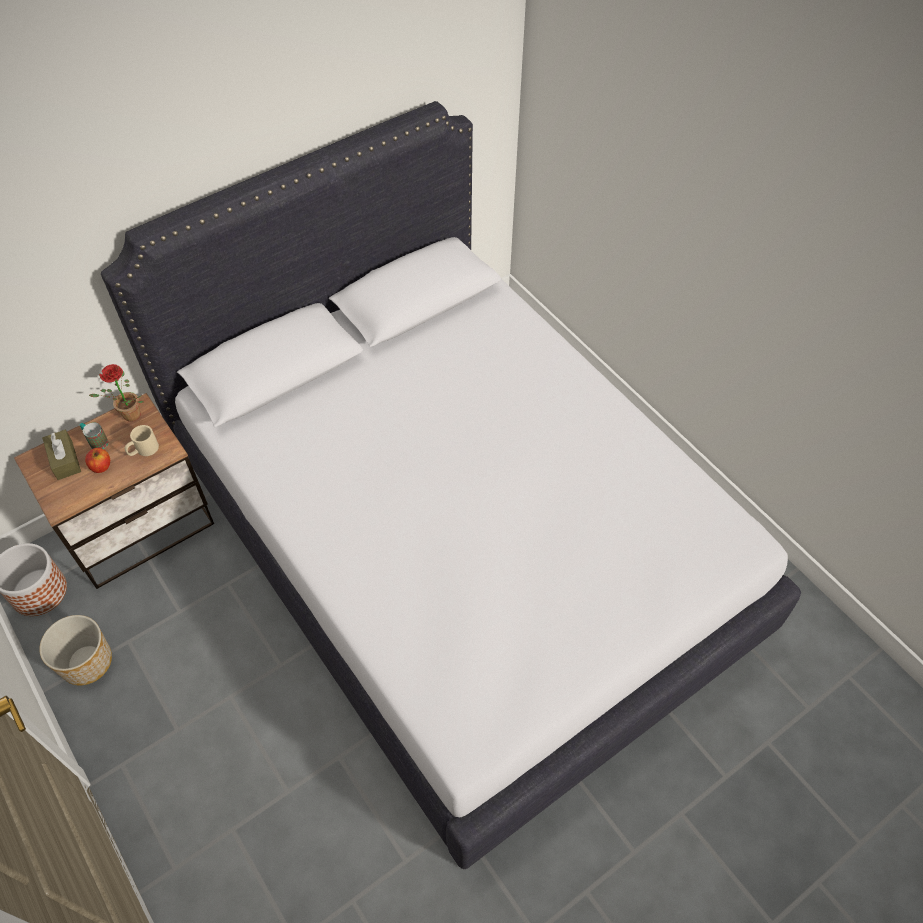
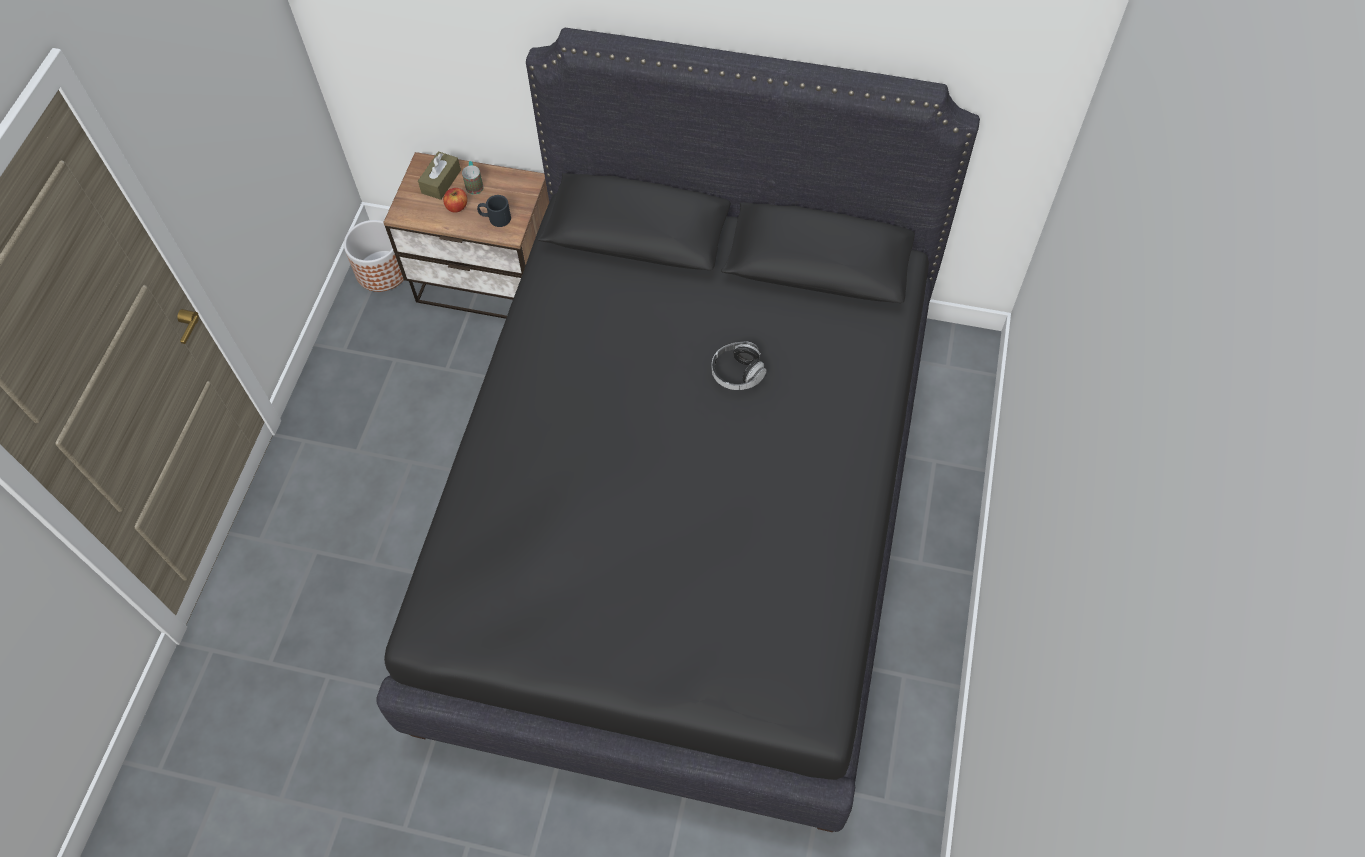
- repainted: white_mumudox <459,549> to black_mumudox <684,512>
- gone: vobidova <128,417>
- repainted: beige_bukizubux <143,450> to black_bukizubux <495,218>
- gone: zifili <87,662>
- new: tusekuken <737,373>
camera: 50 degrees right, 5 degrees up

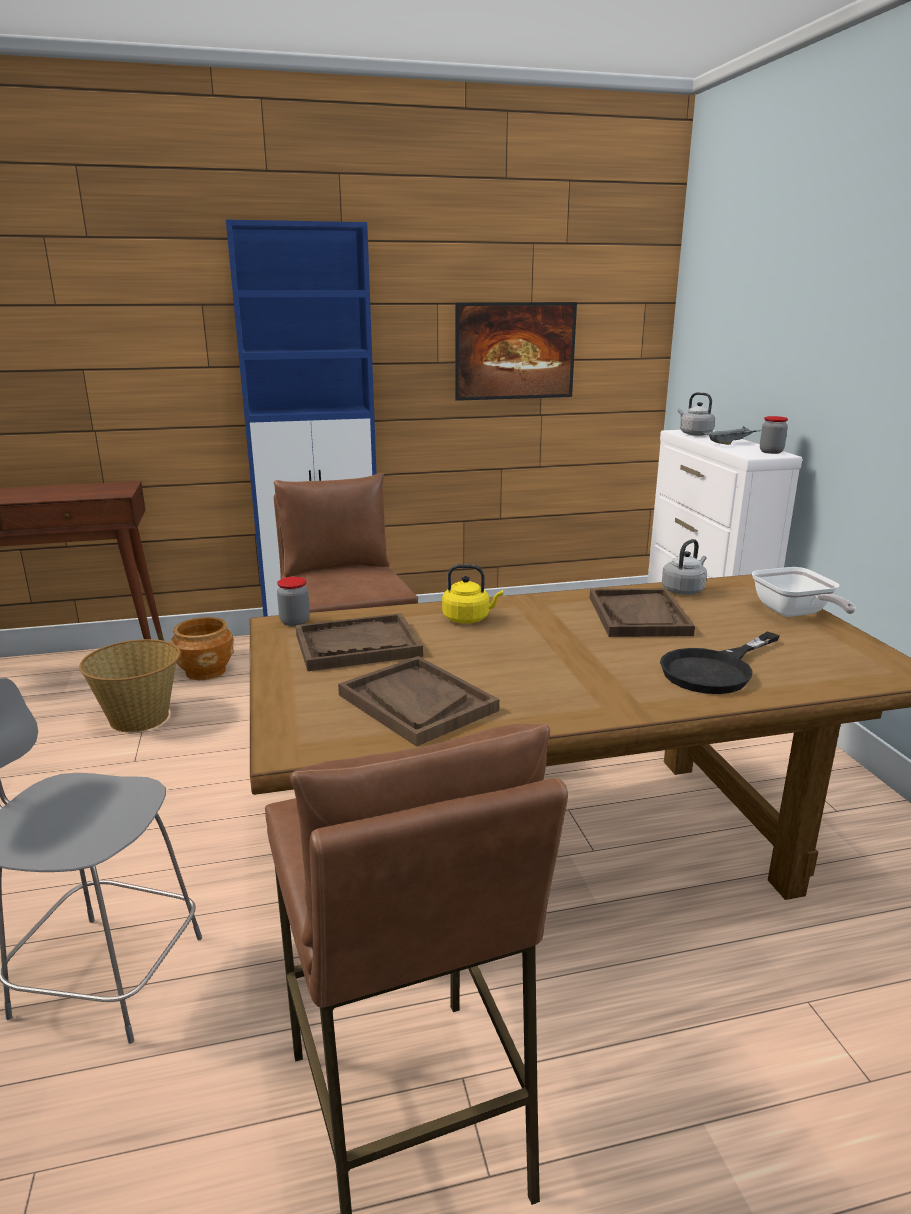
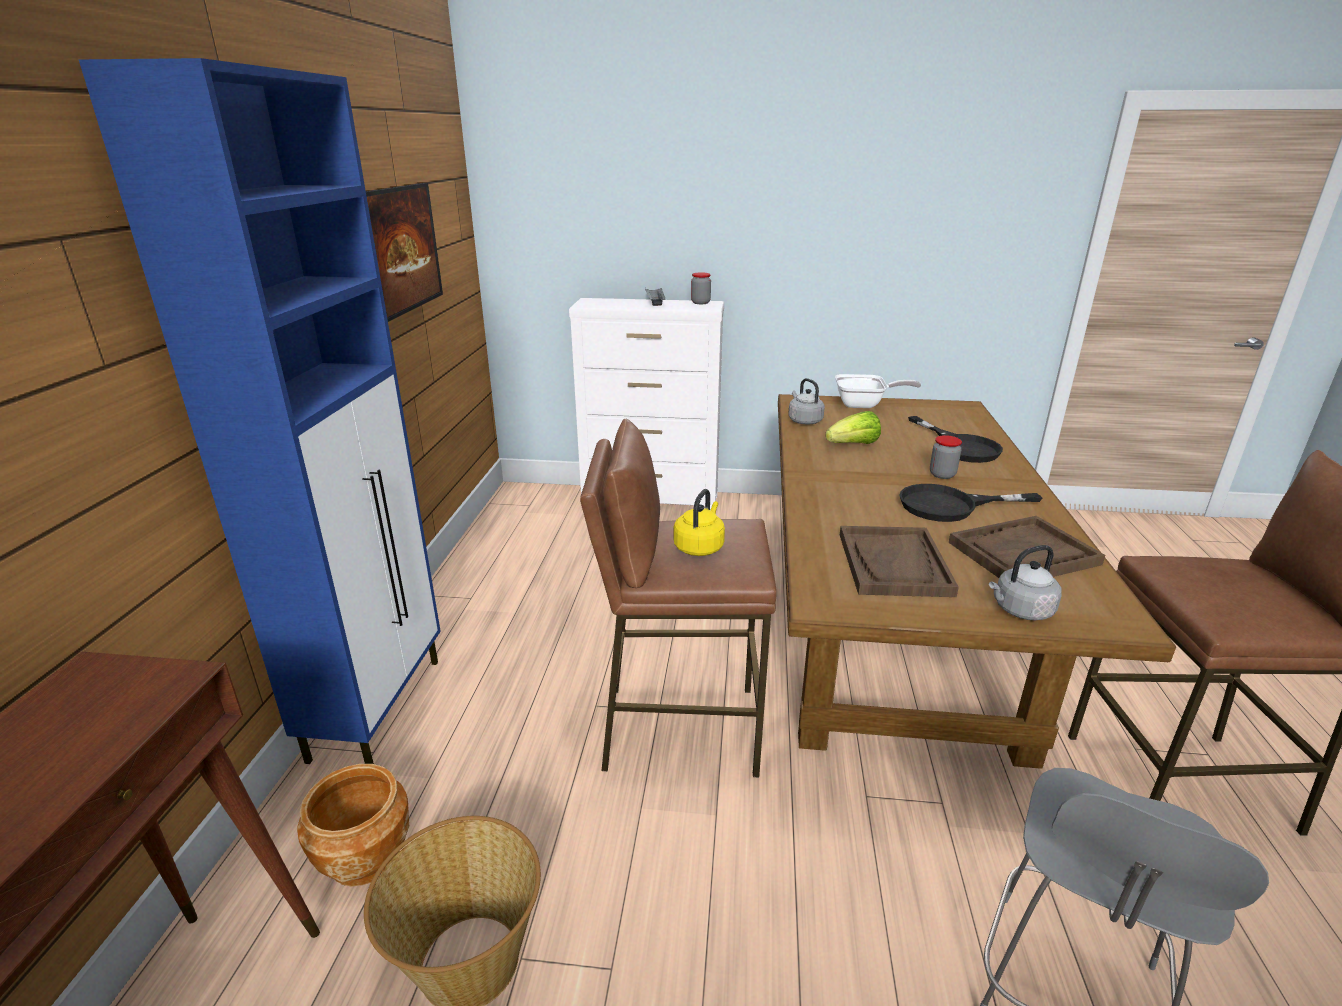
- shifted: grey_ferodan <694,434> to <1020,610>
- shifted: yellow_ferodan <468,619> to <700,547>
- shifted: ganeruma <295,622> to <942,475>
- swapped: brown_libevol <639,616> to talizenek <854,445>
- new: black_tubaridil <950,505>
camera: 70 degrees left, 5 degrees up

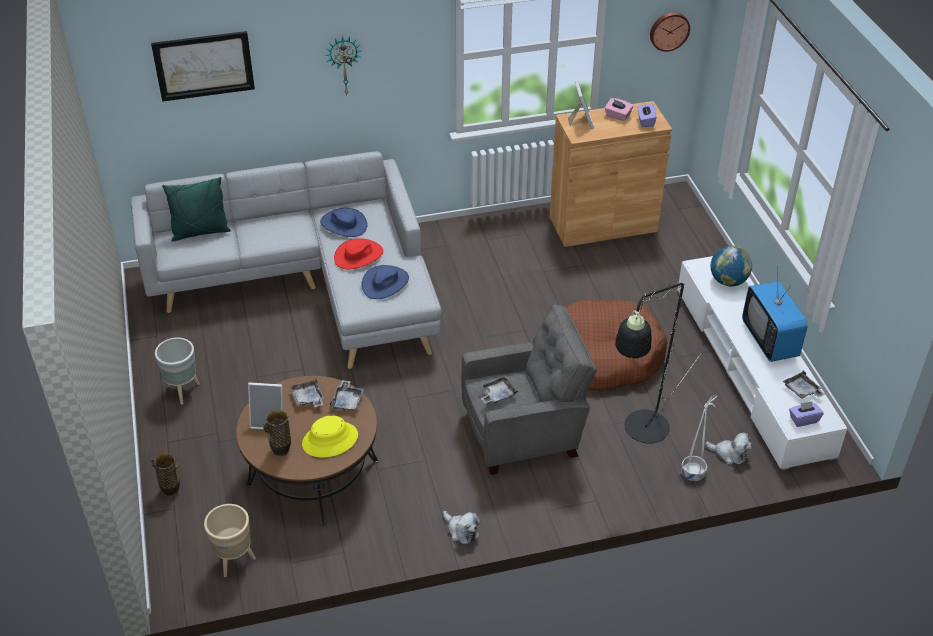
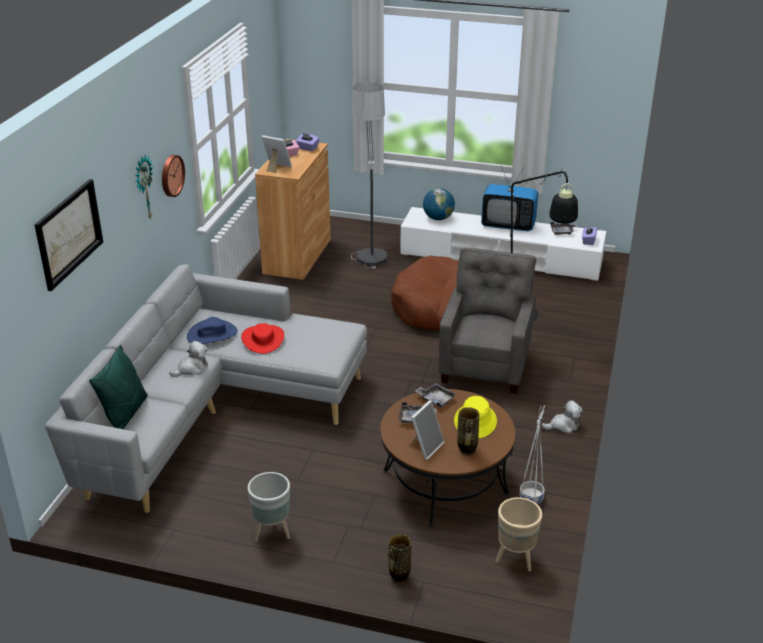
- shifted: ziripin <669,30> to <171,175>
- gone: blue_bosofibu <385,283>
- gone: grey_libevol <497,394>
- shifted: white_zifili <693,473> to <531,498>
- shifted: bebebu <730,454> to <192,369>
- new: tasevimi <369,247>
camera: 60 degrees left, 10 degrees down

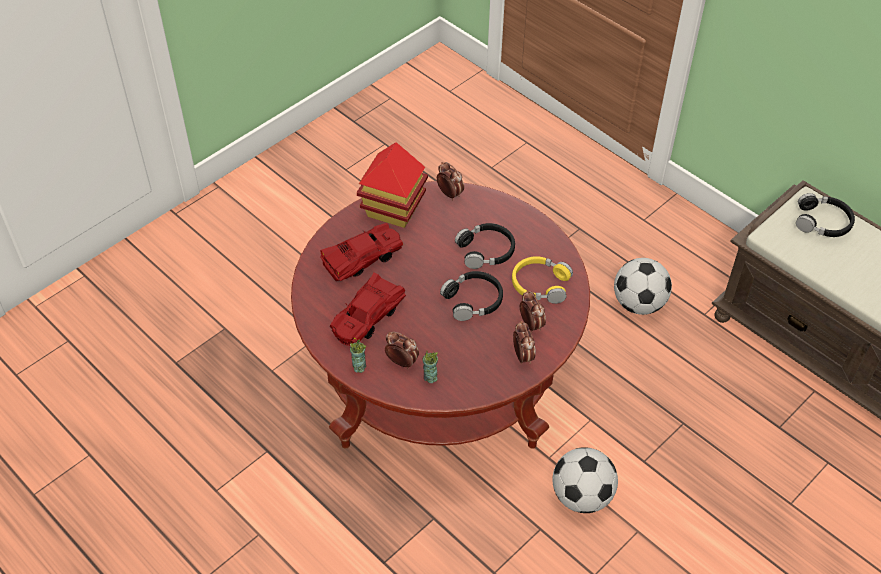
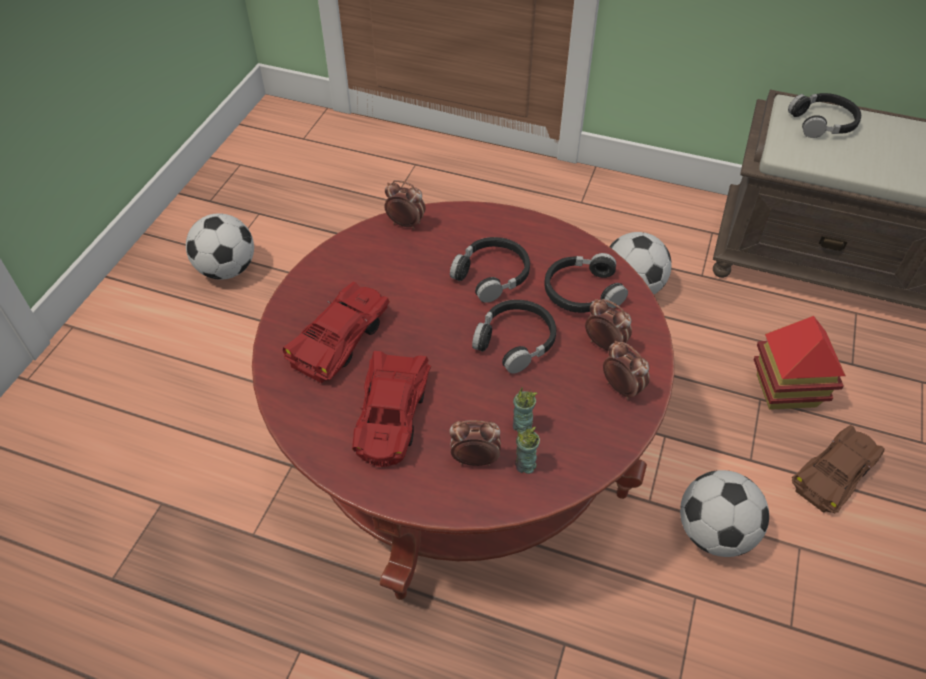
- shifted: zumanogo <393,210> to <785,391>
- repainted: yellow_tusekuken <540,285> to black_tusekuken <582,292>
- shifted: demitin <359,367> to <522,426>
- new: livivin <227,269>
- new: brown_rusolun <835,474>
camera: 25 degrees left, 0 degrees up

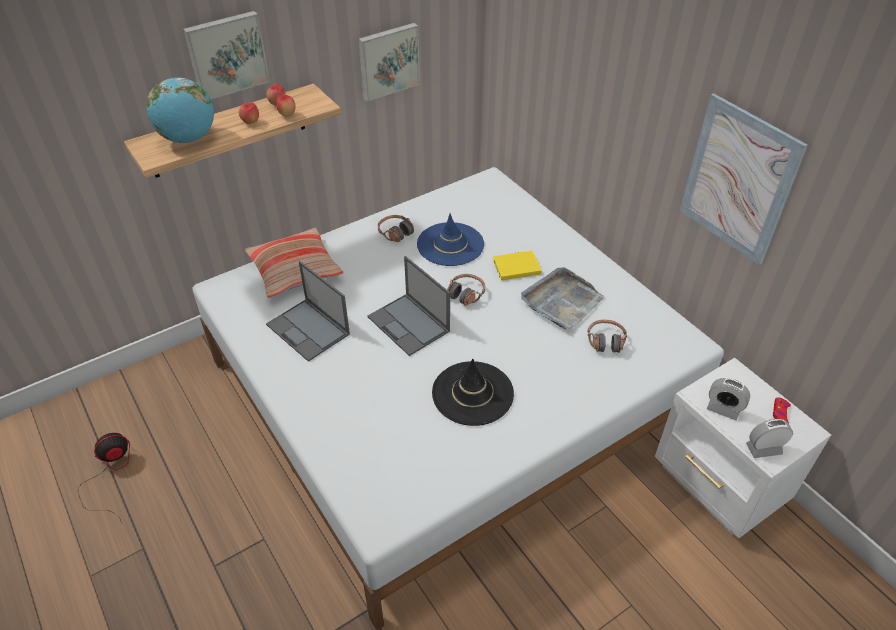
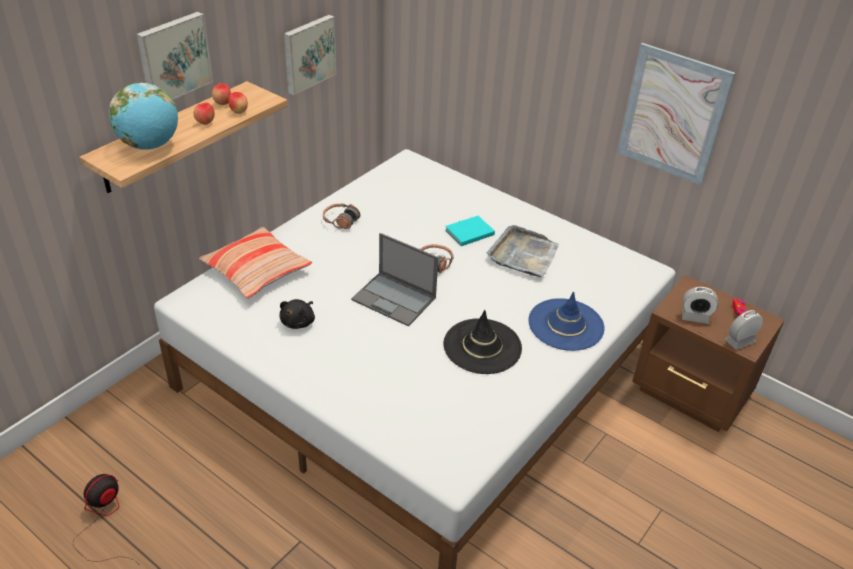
- shifted: blue_bosofibu <450,244> to <566,325>
- repainted: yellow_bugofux <515,267> to turquoise_bugofux <468,232>
- swapped: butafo <309,330> to black_bebebu <299,322>
- gone: tusekuken <606,341>
- repainted: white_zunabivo <719,485> to brown_zunabivo <691,394>
camera: 20 degrees left, 5 degrees down

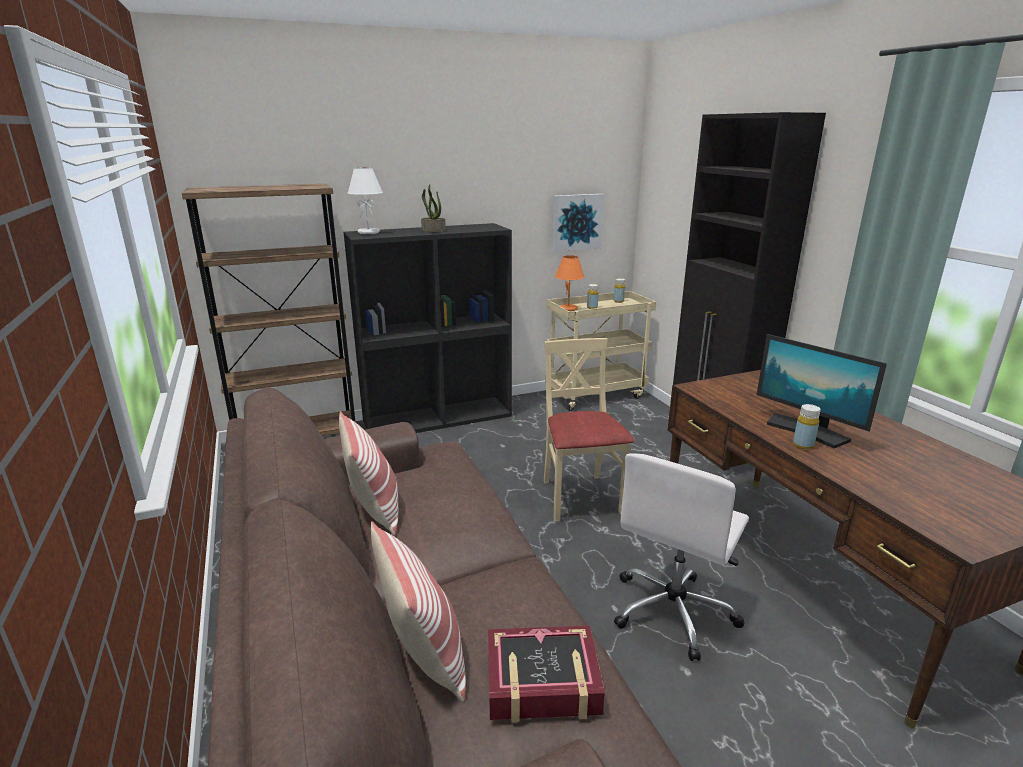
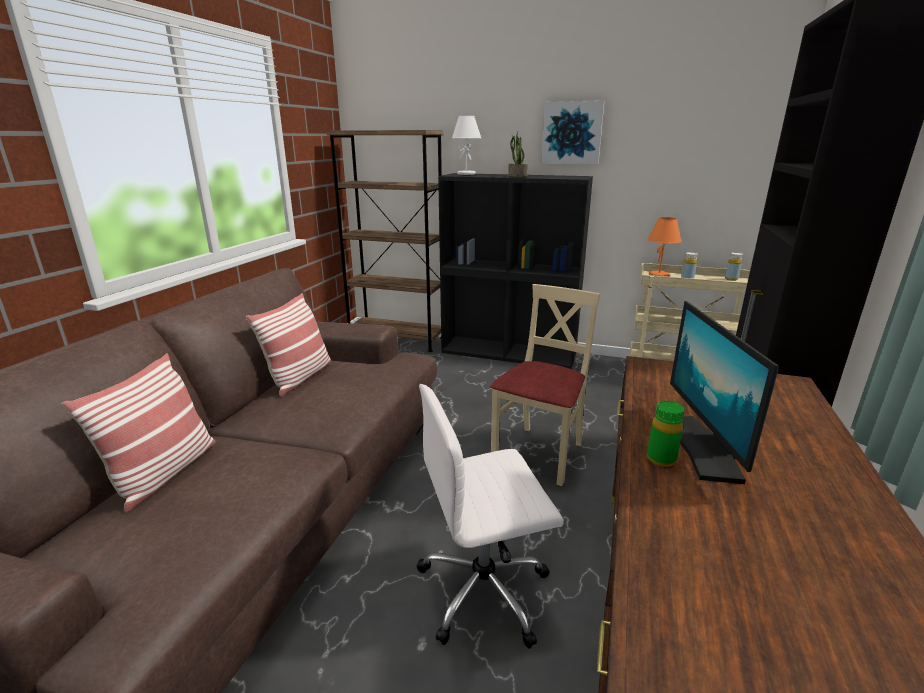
- shifted: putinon <576,222> to <572,133>
- repainted: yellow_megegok <803,445> to green_megegok <661,459>
- gone: bugofux <542,682>
camera: 40 degrees right, 0 degrees up

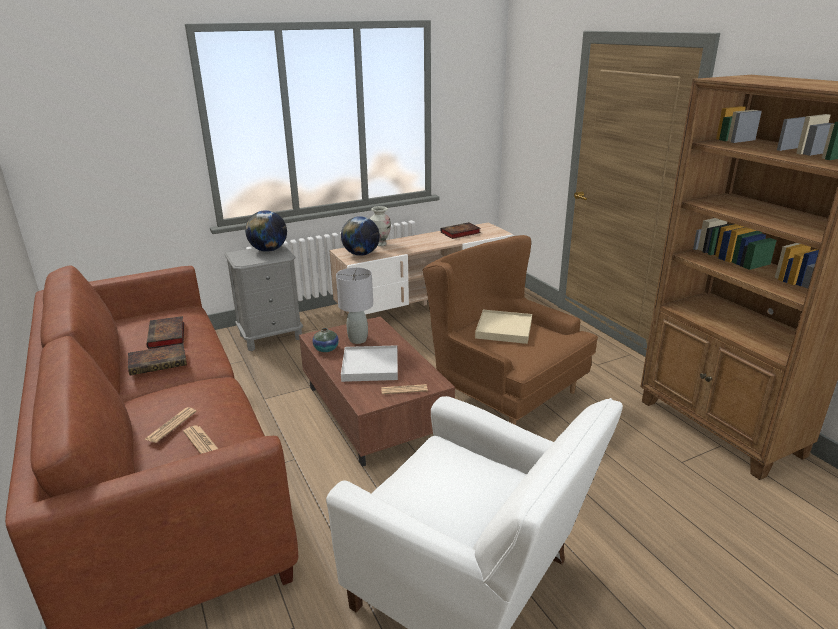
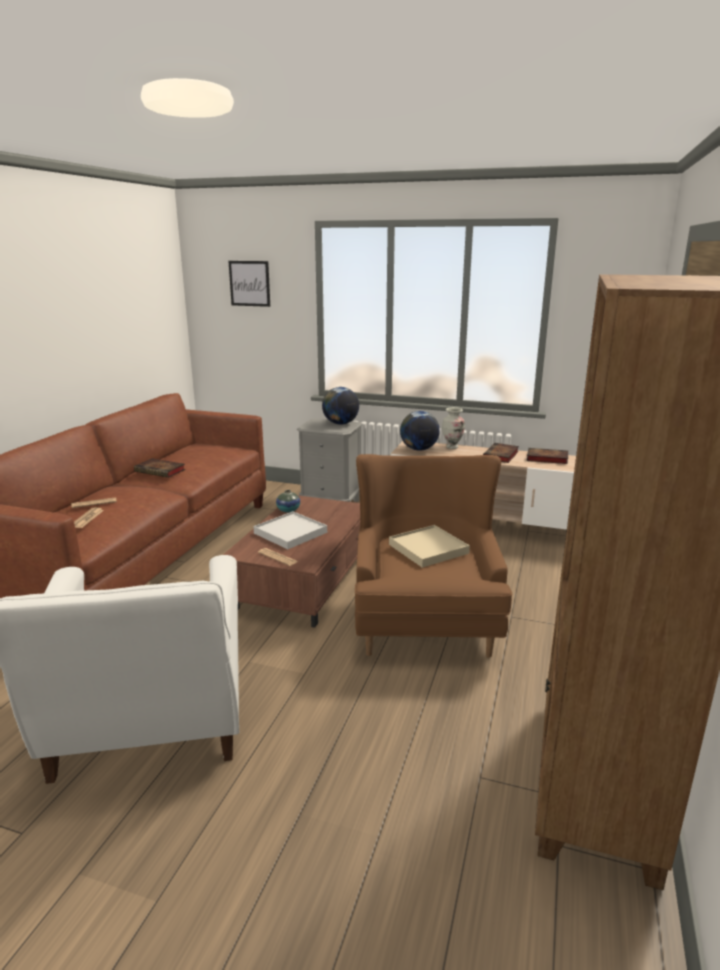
- gone: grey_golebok <358,340>
- shifted: bugofux <167,336> to <501,456>
- new: putinon <249,283>
camera: 45 degrees right, 5 degrees down

